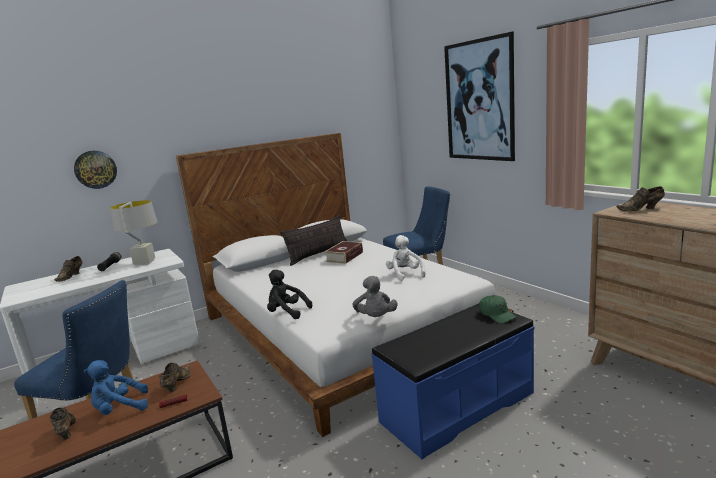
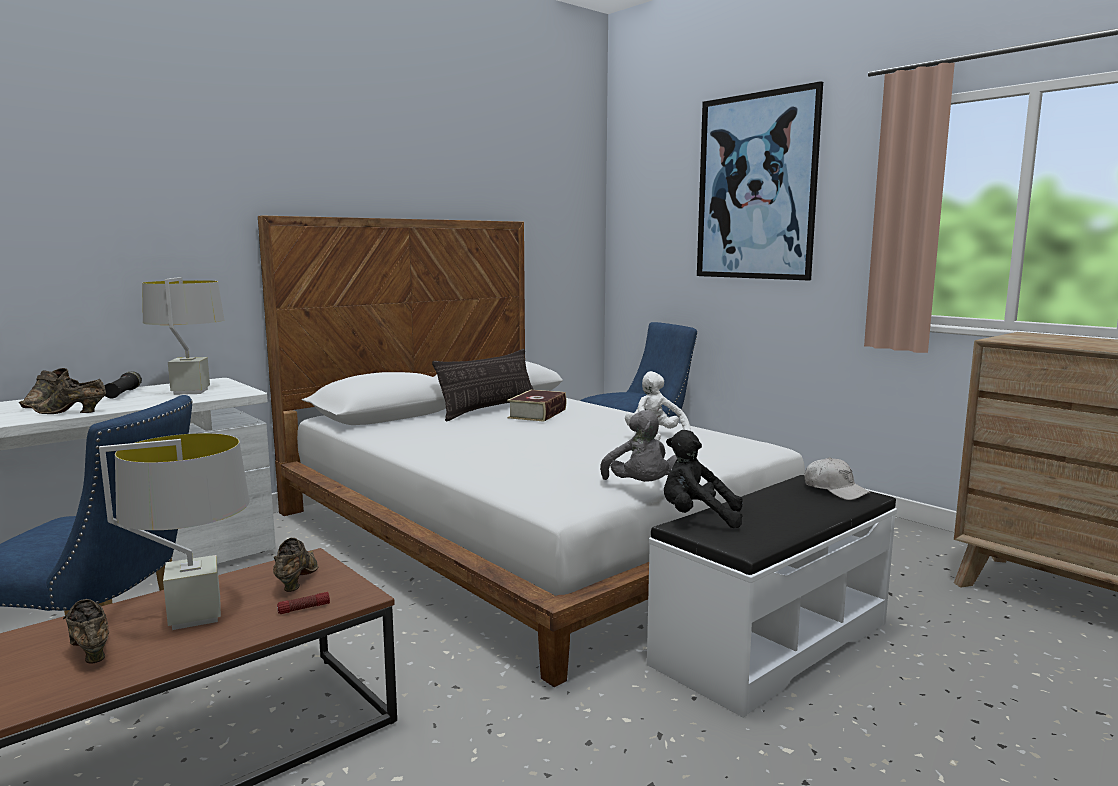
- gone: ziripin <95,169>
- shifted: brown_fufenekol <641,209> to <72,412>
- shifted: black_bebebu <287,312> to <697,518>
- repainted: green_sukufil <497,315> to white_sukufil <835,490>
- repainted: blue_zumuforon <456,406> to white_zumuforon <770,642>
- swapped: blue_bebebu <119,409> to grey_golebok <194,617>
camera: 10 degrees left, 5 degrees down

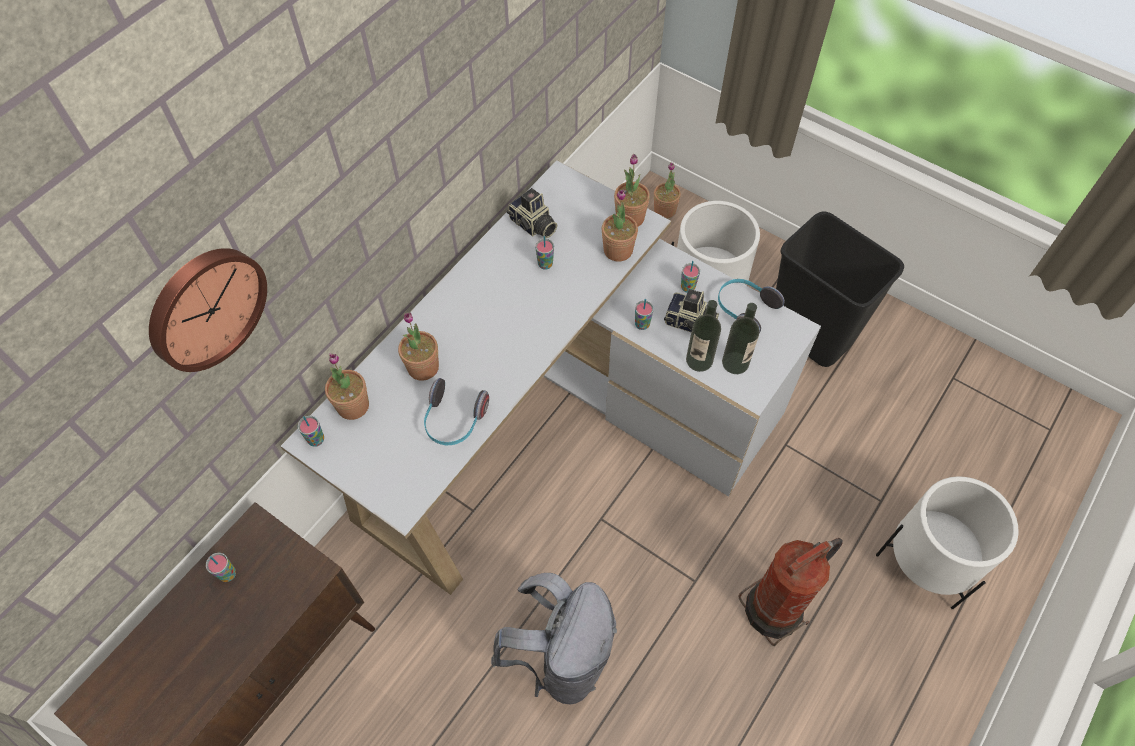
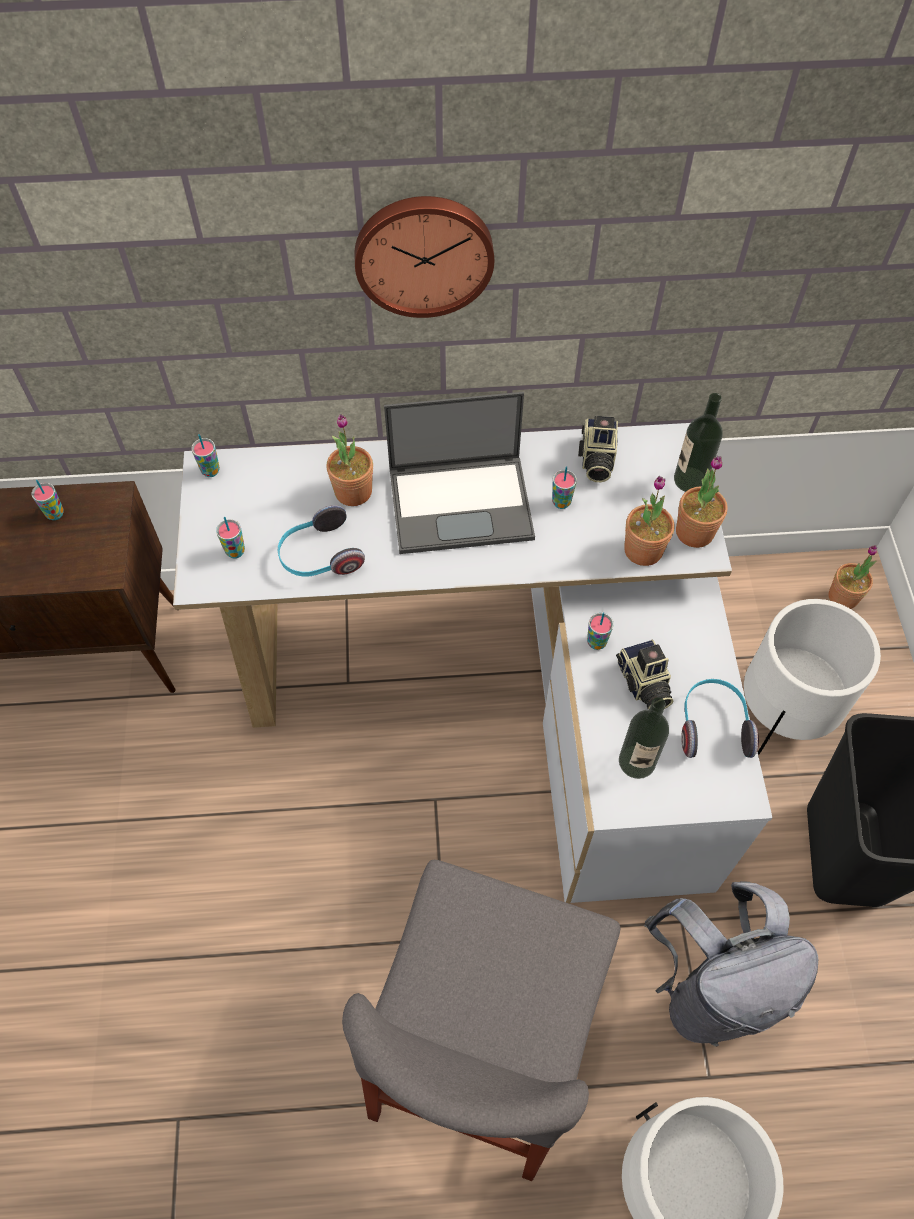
- shifted: ziripin <205,307> to <423,253>
- shifted: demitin <687,287> to <235,551>
- shifted: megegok <699,360> to <690,480>
- gone: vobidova <353,406>
- swapped: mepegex <776,610> to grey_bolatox <480,1046>
- shifted: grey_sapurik <561,656> to <711,986>
- new: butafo <462,503>
camera: 50 degrees right, 0 degrees up

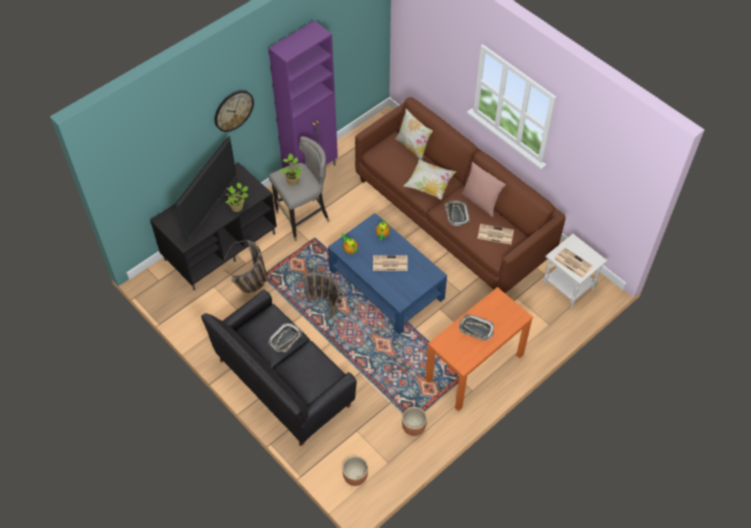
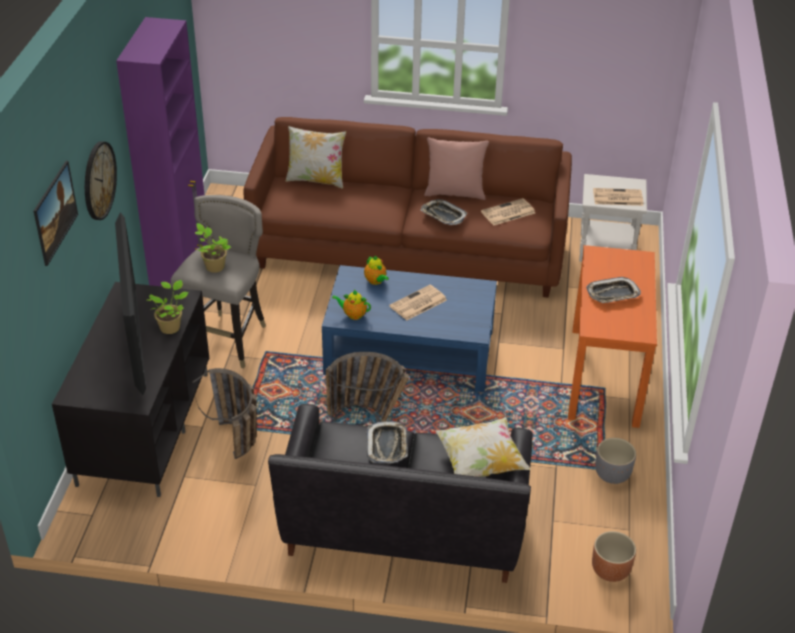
- shifted: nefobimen <429,185> to <480,463>
- repainted: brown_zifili <413,427> to grey_zifili <612,474>
- new: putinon <58,226>
camera: 40 degrees left, 15 degrees down

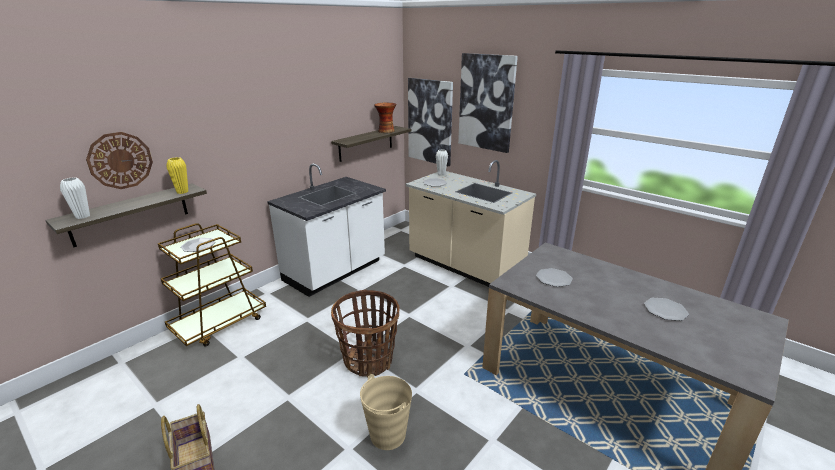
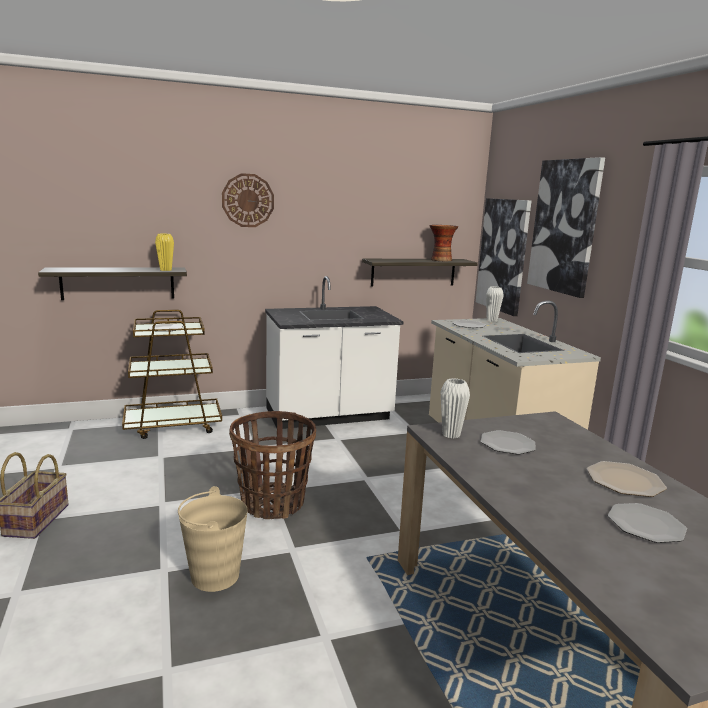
- shifted: ziripin <120,160> to <248,200>
- shifted: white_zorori <82,216> to <451,435>
- new: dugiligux <624,480>
camera: 30 degrees right, 10 degrees down

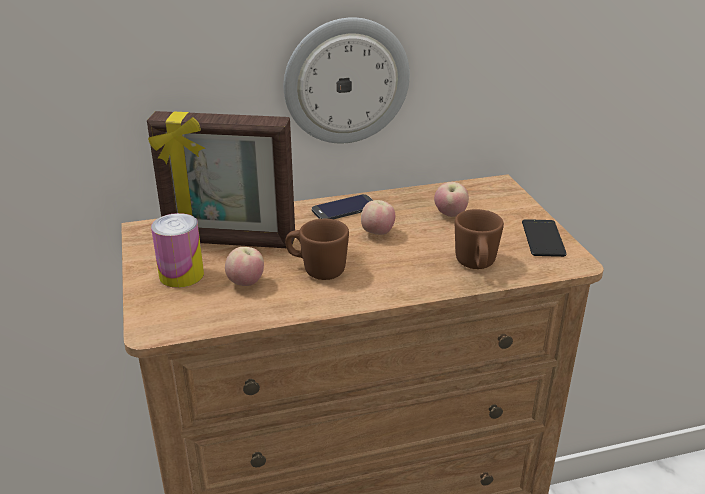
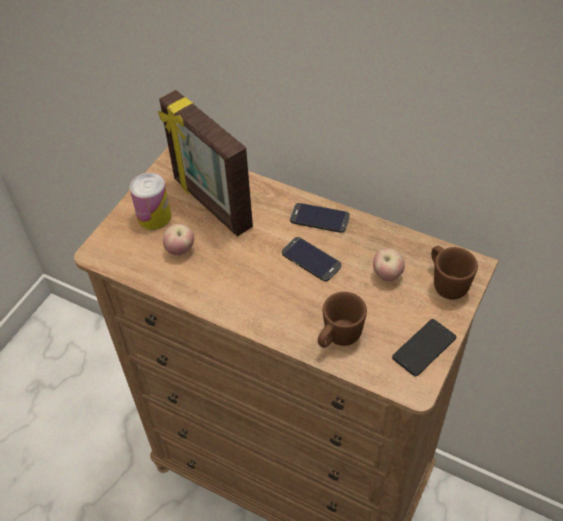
- gone: ziripin <346,81>
- swapped: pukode <377,234> to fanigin <311,259>
- shifted: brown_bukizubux <317,270> to <446,283>
camera: 45 degrees right, 20 degrees up

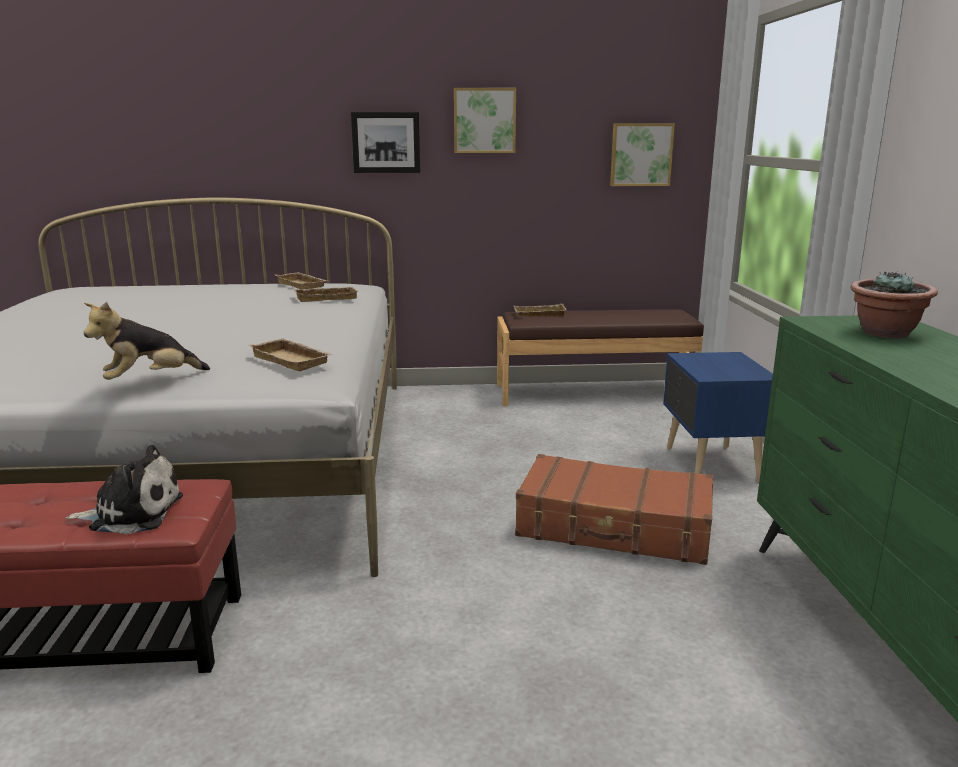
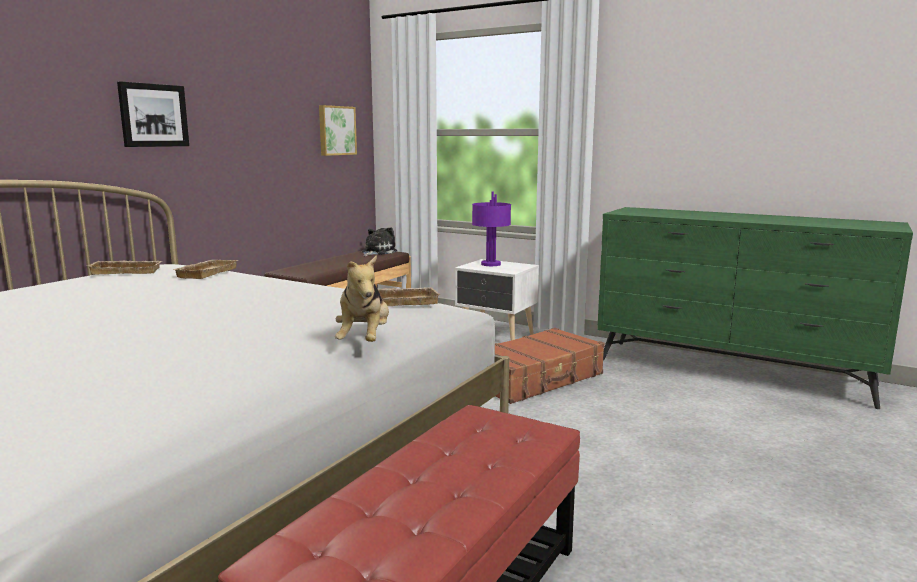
- gone: putinon <484,120>
- gone: vobidova <885,333>
- gone: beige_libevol <539,315>
- repainted: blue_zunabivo <710,465> to white_zunabivo <496,337>
- shifted: bebebu <132,513> to <377,252>
- new: purple_golebok <490,264>
camera: 55 degrees left, 5 degrees down

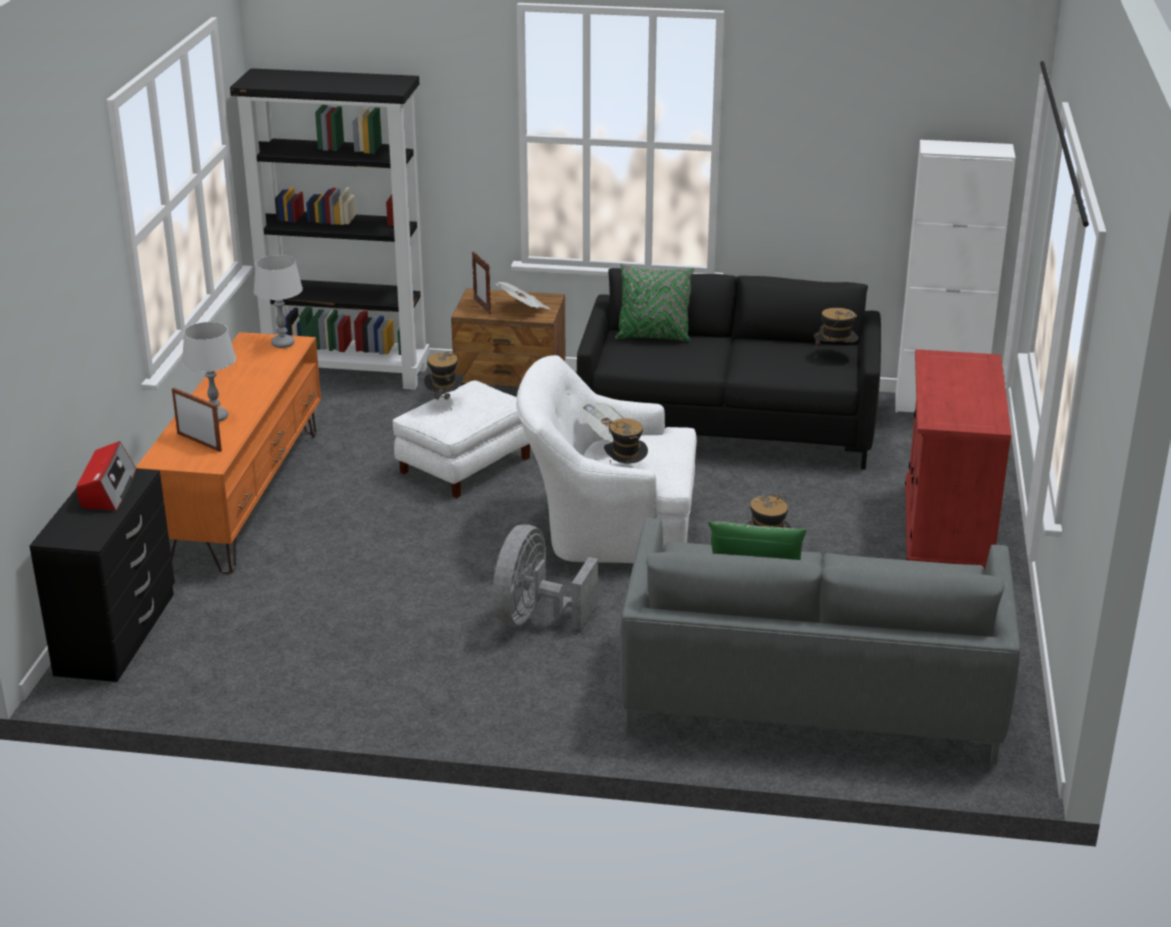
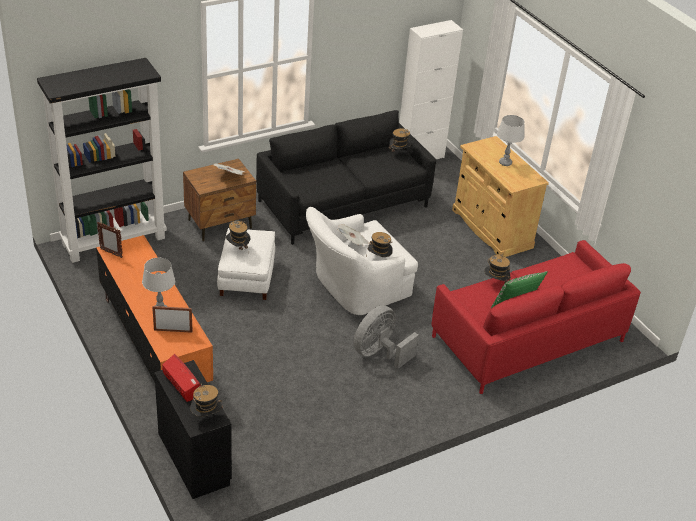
- shifted: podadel <482,307> to <111,253>
- shifted: grey_golebok <283,344> to <505,163>
- gone: green_nefobimen <653,337>
- repainted: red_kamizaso <945,530> to beige_kamizaso <491,229>
- repainted: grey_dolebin <812,692> to red_dolebin <527,338>
- rotated: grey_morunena <534,618> = <379,353> 60 degrees clockwise
- new: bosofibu <206,417>
camera: 40 degrees left, 10 degrees up

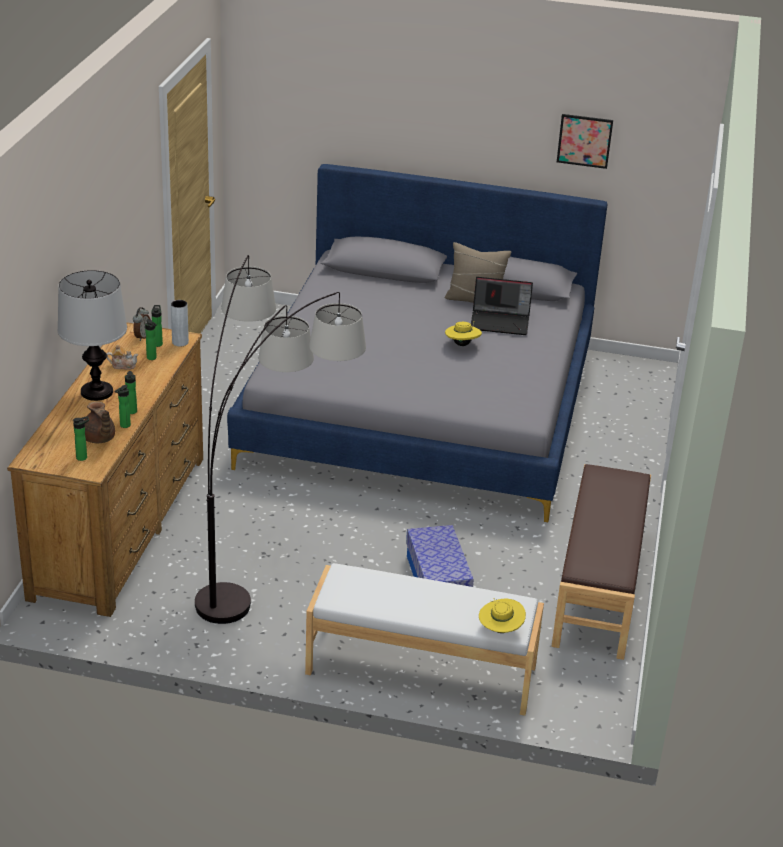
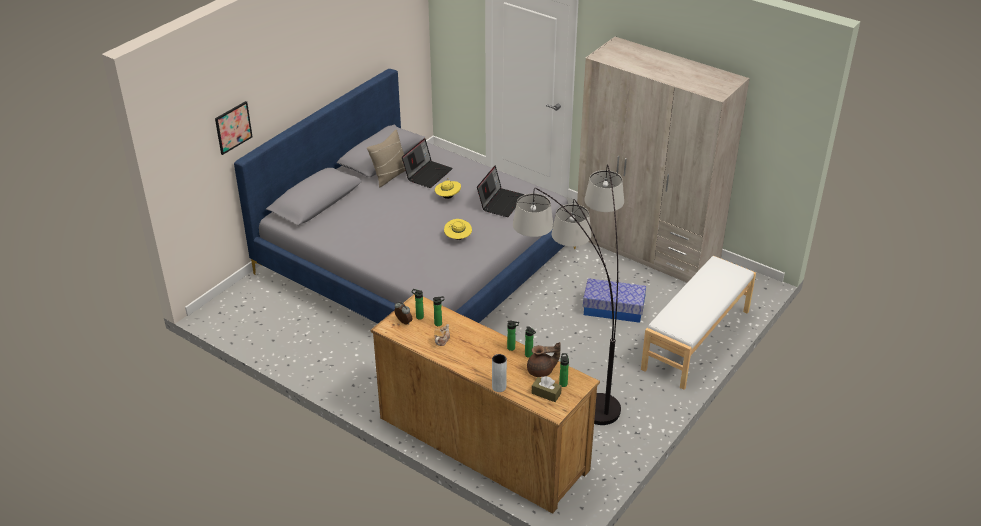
- shifted: putinon <584,141> to <233,127>
- gone: golebok <97,392>
- shifted: grey_zorori <180,342> to <499,387>
- swapped: brown_zumuforon <599,587> to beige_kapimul <647,249>
- shifted: yellow_bosofibu <500,629> to <458,238>
- new: butafo <501,202>
- new: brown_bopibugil <546,393>
camera: 65 degrees left, 5 degrees up

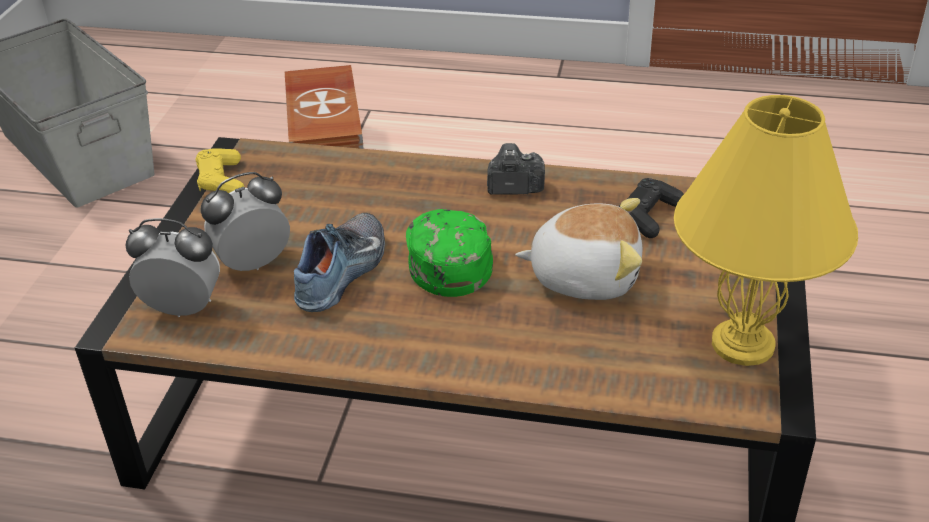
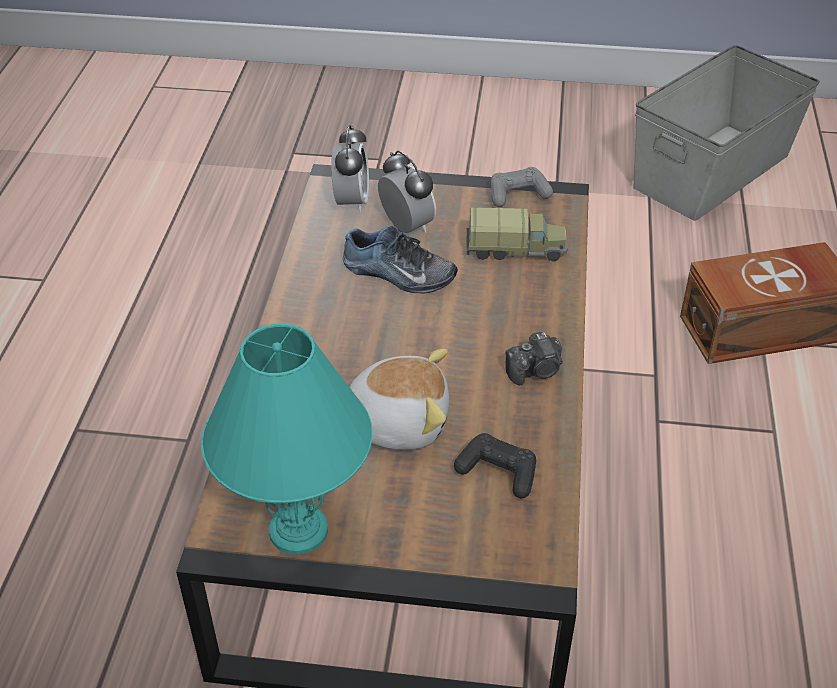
- repainted: yellow_golebok <742,343> to turquoise_golebok <300,530>
- rotated: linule <514,187> = <535,371> 75 degrees clockwise
- repainted: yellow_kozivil <221,181> to grey_kozivil <518,194>
- rotated: bebebu <584,275> = <397,421> 90 degrees counterclockwise
- gone: green_sukufil <446,255>
- new: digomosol <516,249>
camera: 85 degrees right, 5 degrees up

